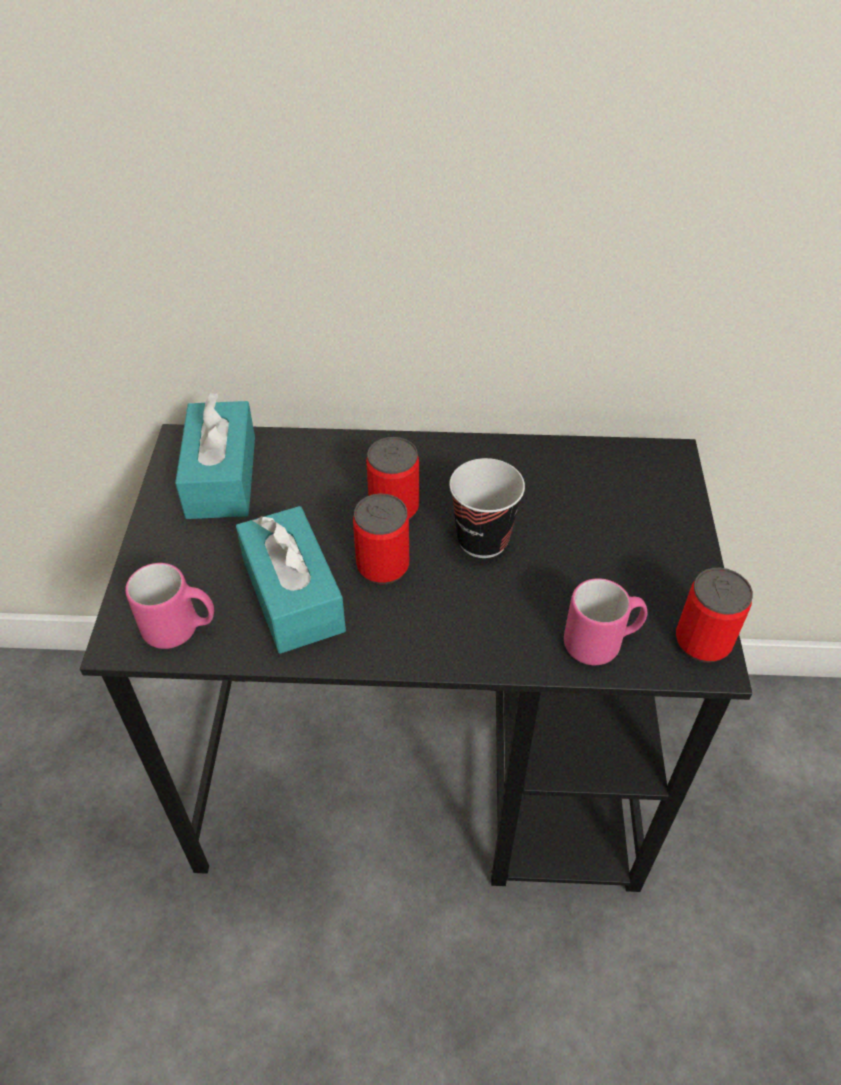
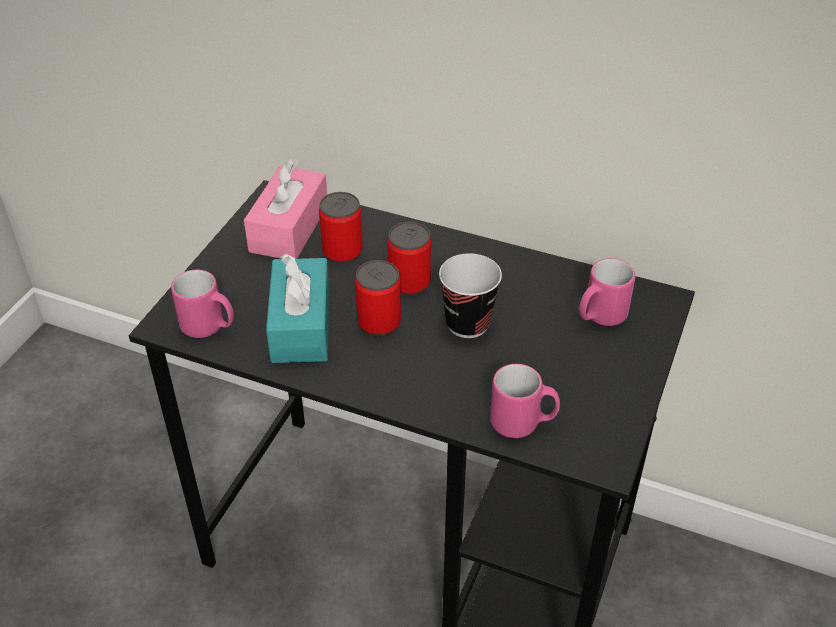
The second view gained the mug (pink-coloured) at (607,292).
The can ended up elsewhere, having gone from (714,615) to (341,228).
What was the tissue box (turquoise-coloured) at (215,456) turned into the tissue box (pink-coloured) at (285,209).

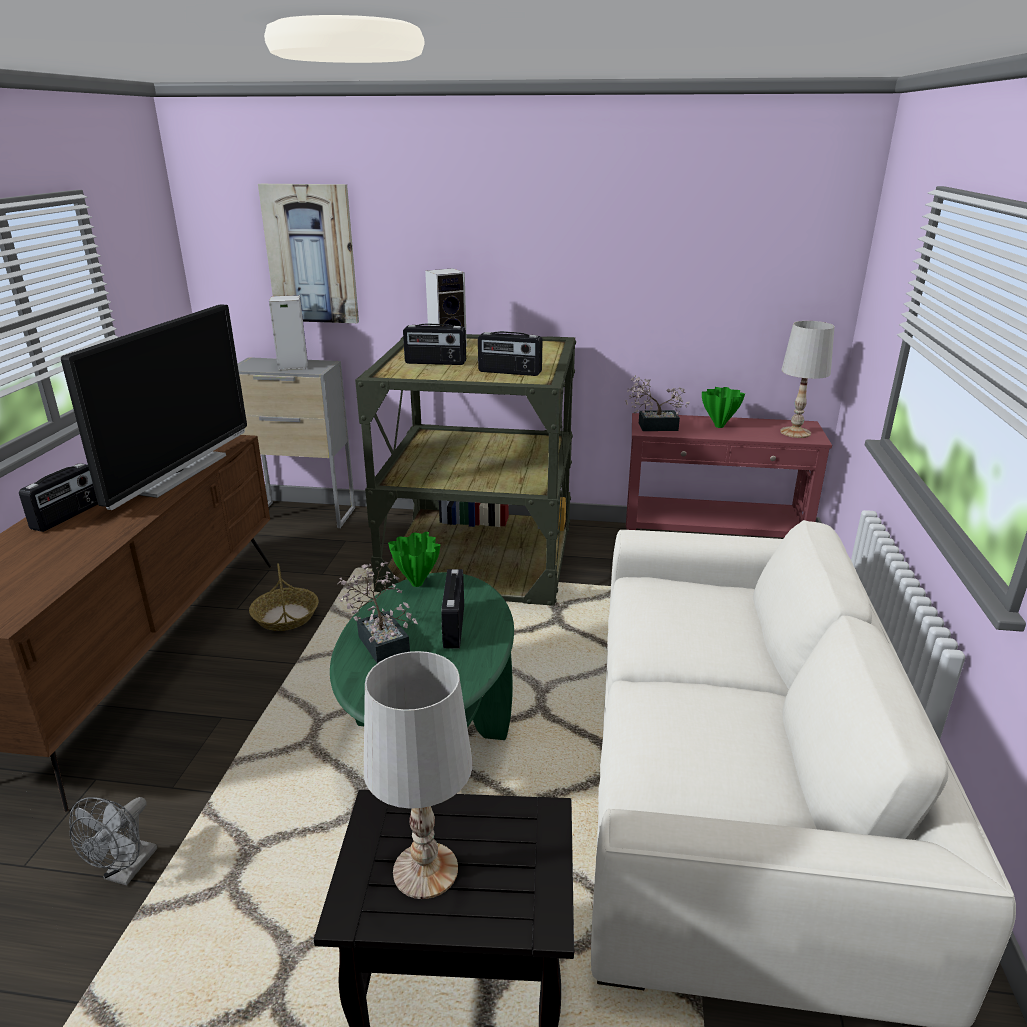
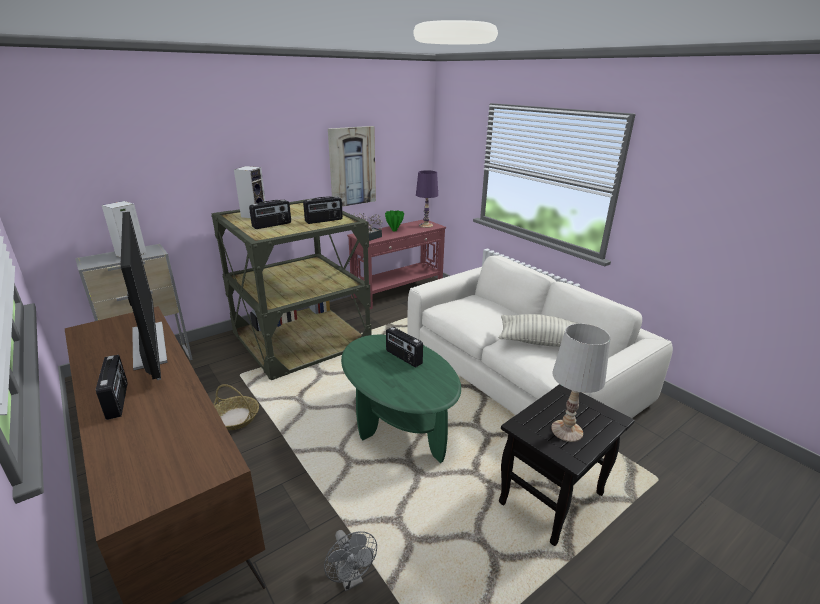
The second view lost the potted plant at (378,612).
The second view lost the vase (green-coloured) at (414,559).
The second view gained the throw pillow at (538,330).
The picture ended up elsewhere, having gone from (308,253) to (352,166).
What was the tabletop lamp (white-coloured) at (807,379) turned into the tabletop lamp (purple) at (427,199).

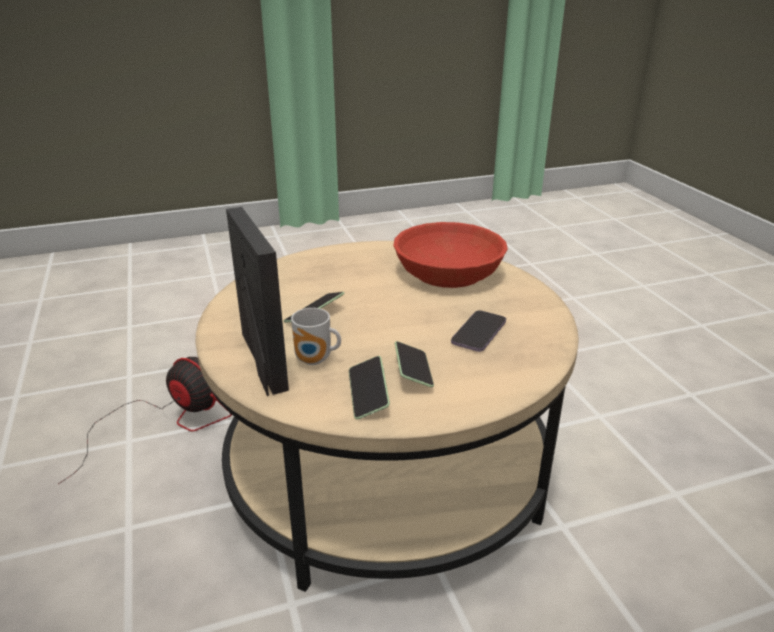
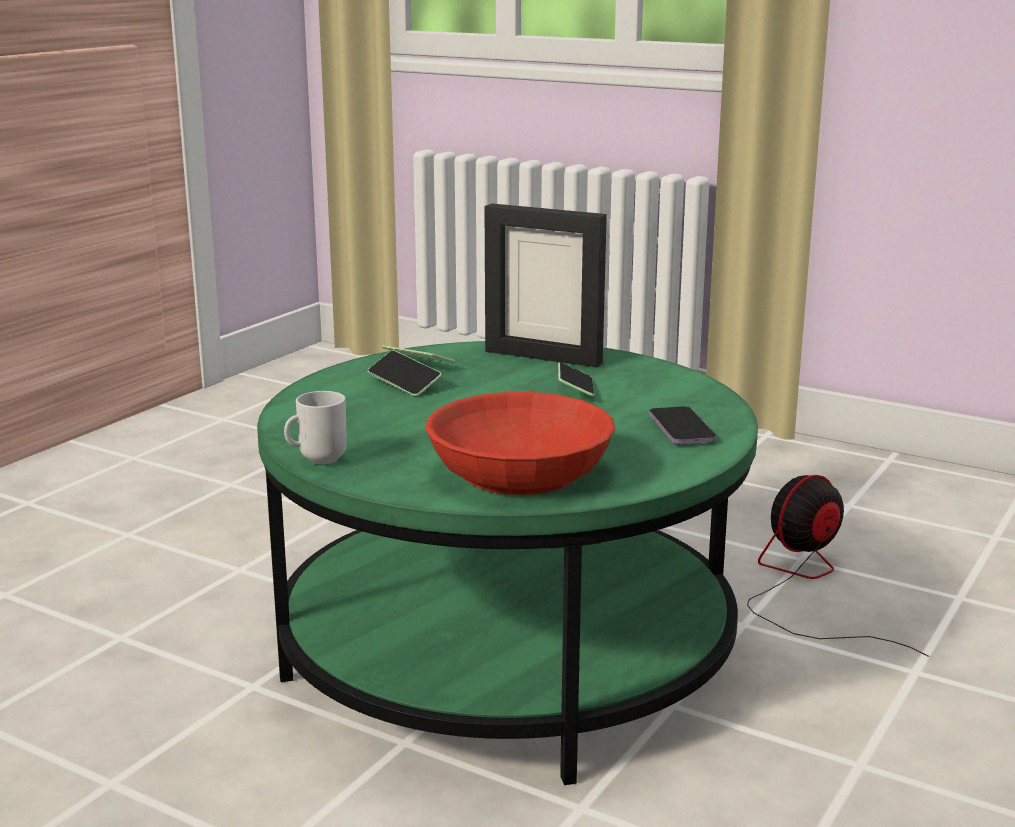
The mug ended up elsewhere, having gone from (316,336) to (315,427).
The phone ended up elsewhere, having gone from (478,331) to (682,425).
What was the coffee table (sand-coloured) at (387,416) turned into the coffee table (green-coloured) at (507,563).
The electric fan at (145,420) ended up facing another way, 150 degrees clockwise from before.

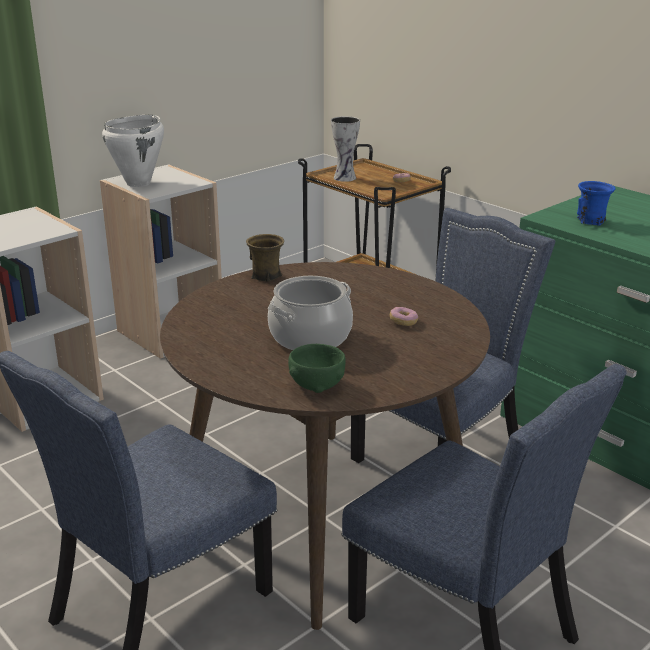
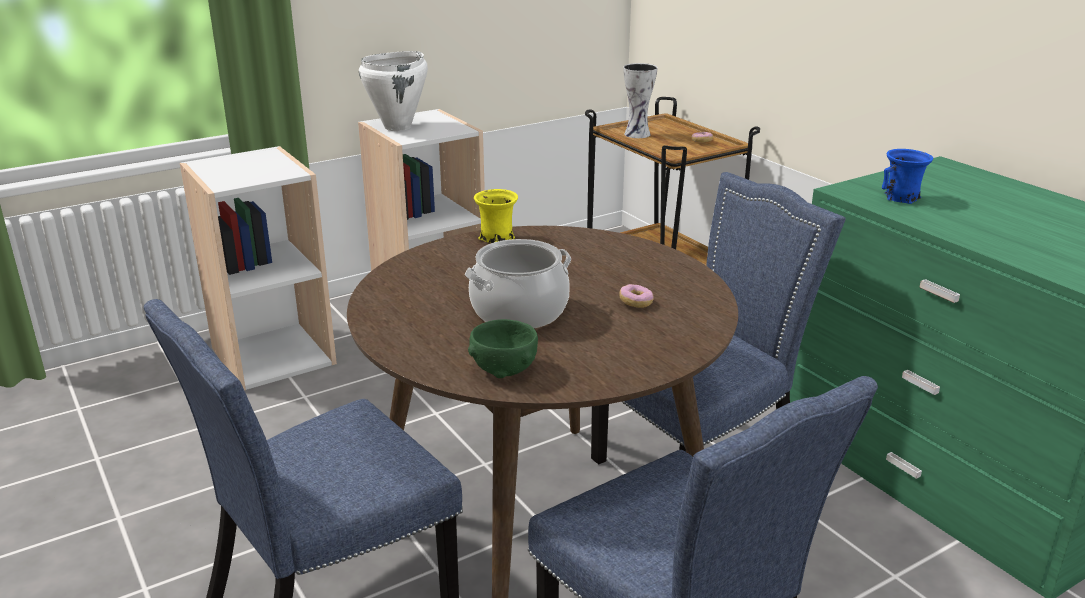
What was the mug (brownish) at (265,258) turned into the mug (yellowish) at (496,216).

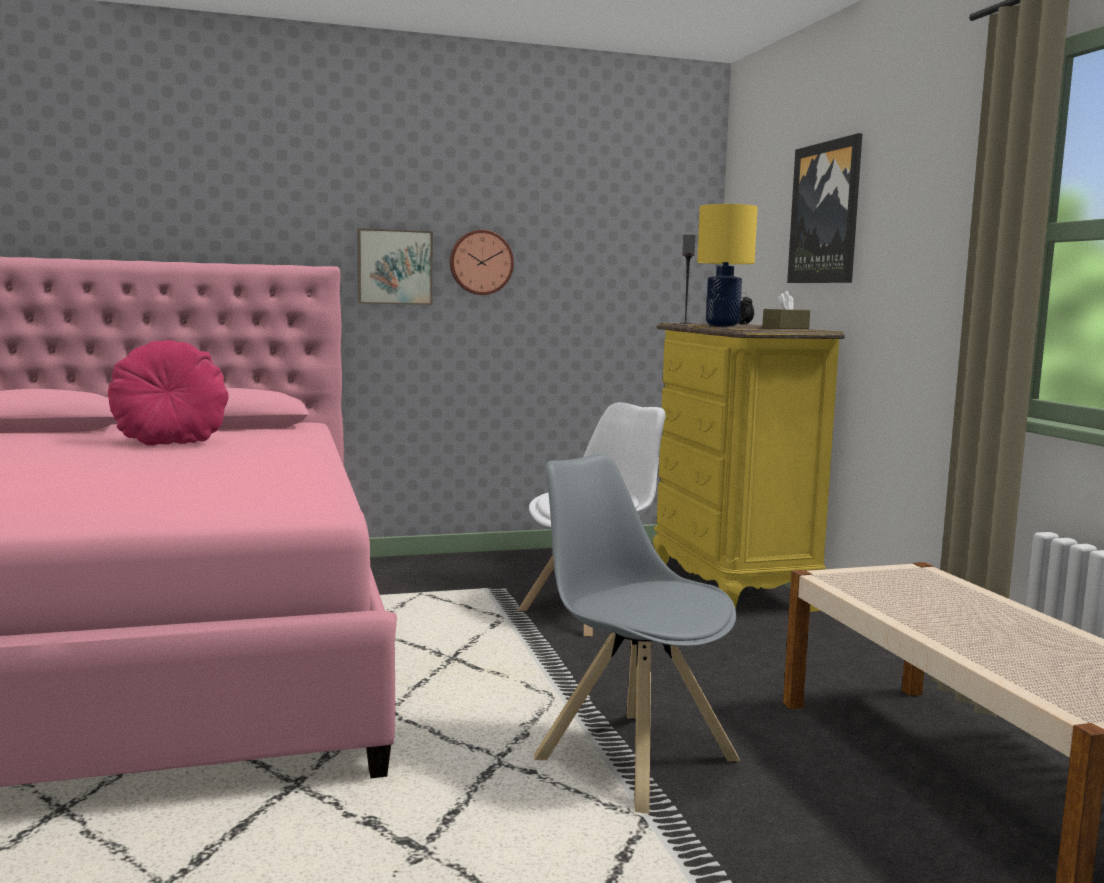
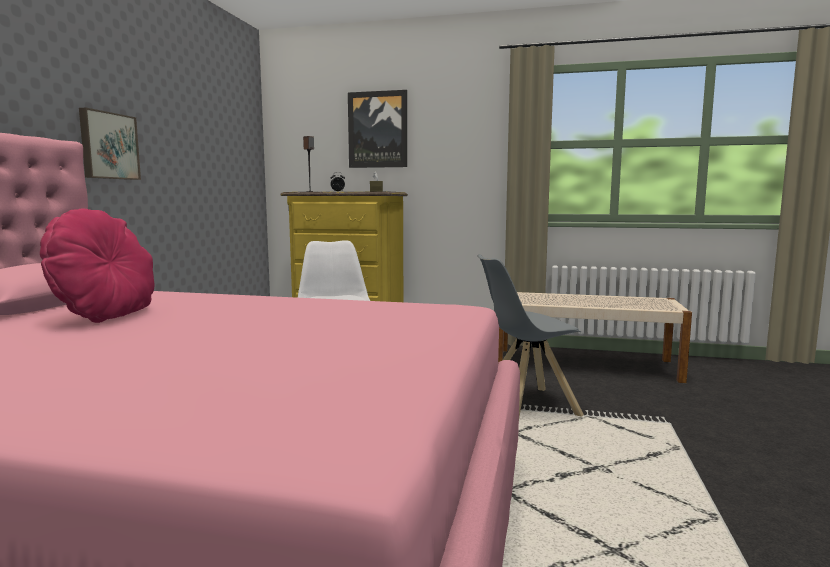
The second view lost the hanging clock at (482,262).
The second view lost the tabletop lamp (yellowish) at (727,265).

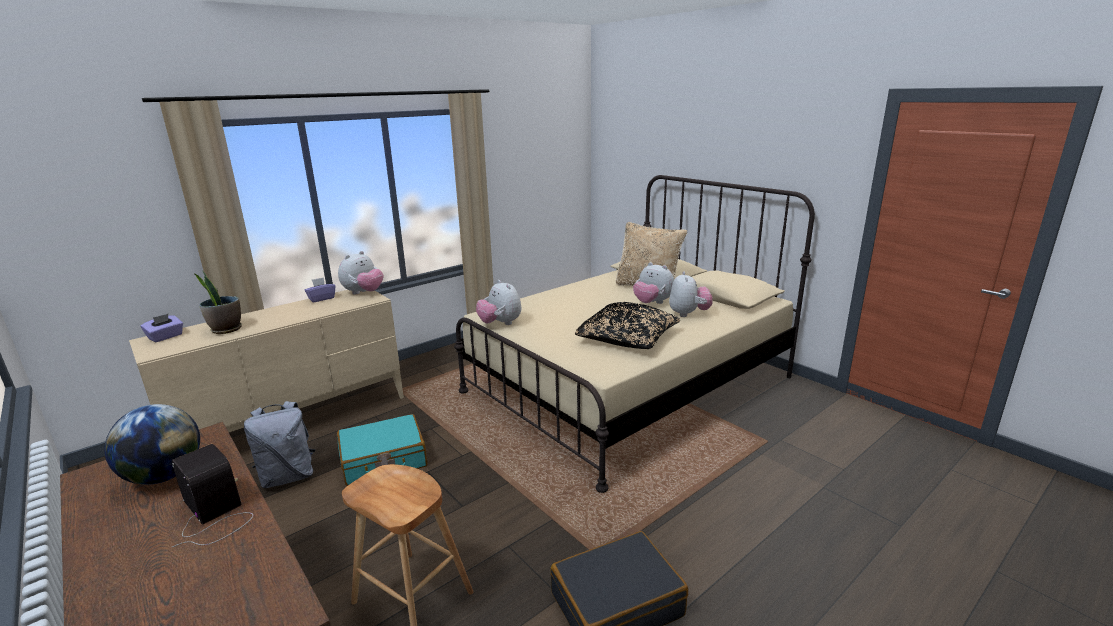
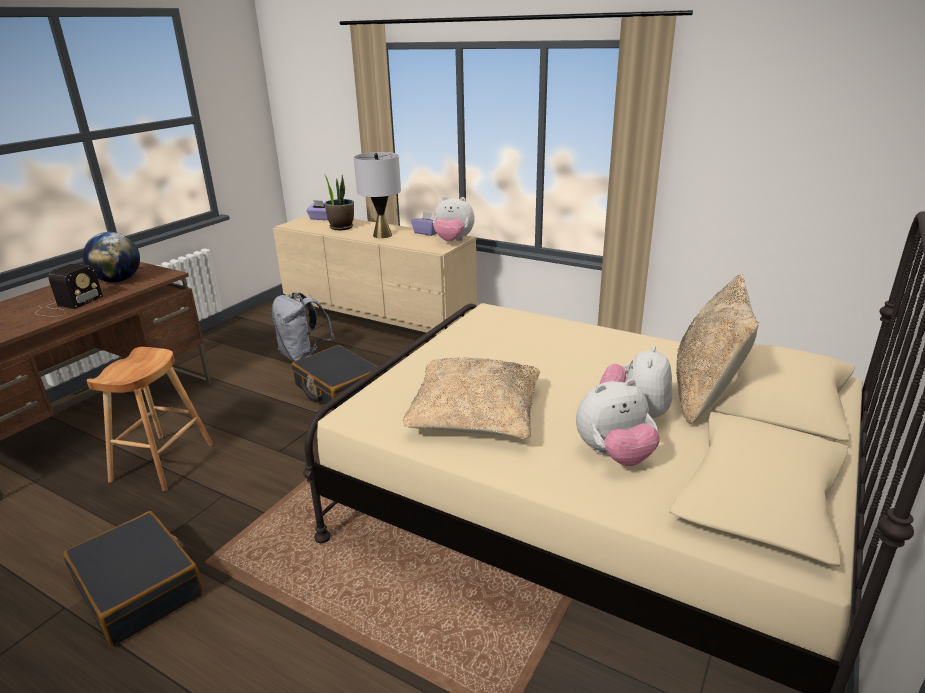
The second view lost the plush toy at (498,302).
The second view gained the tabletop lamp (gray) at (377,195).
What was the suitcase (turquoise-coloured) at (382,450) turned into the suitcase (blackish) at (337,378).
What was the throw pillow (blackish) at (628,325) turned into the throw pillow (sand-coloured) at (471,398).

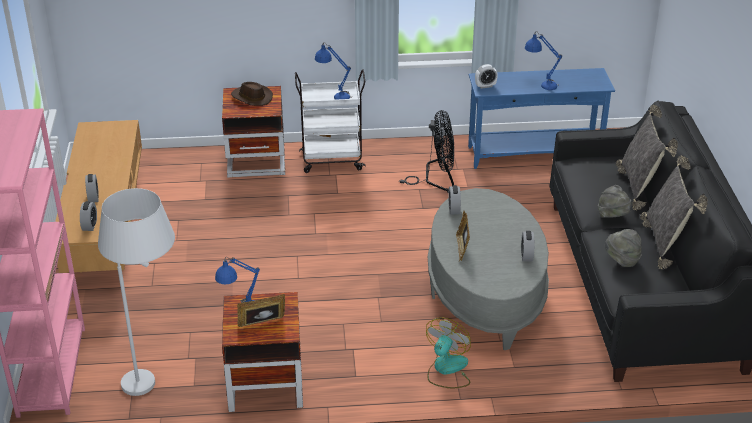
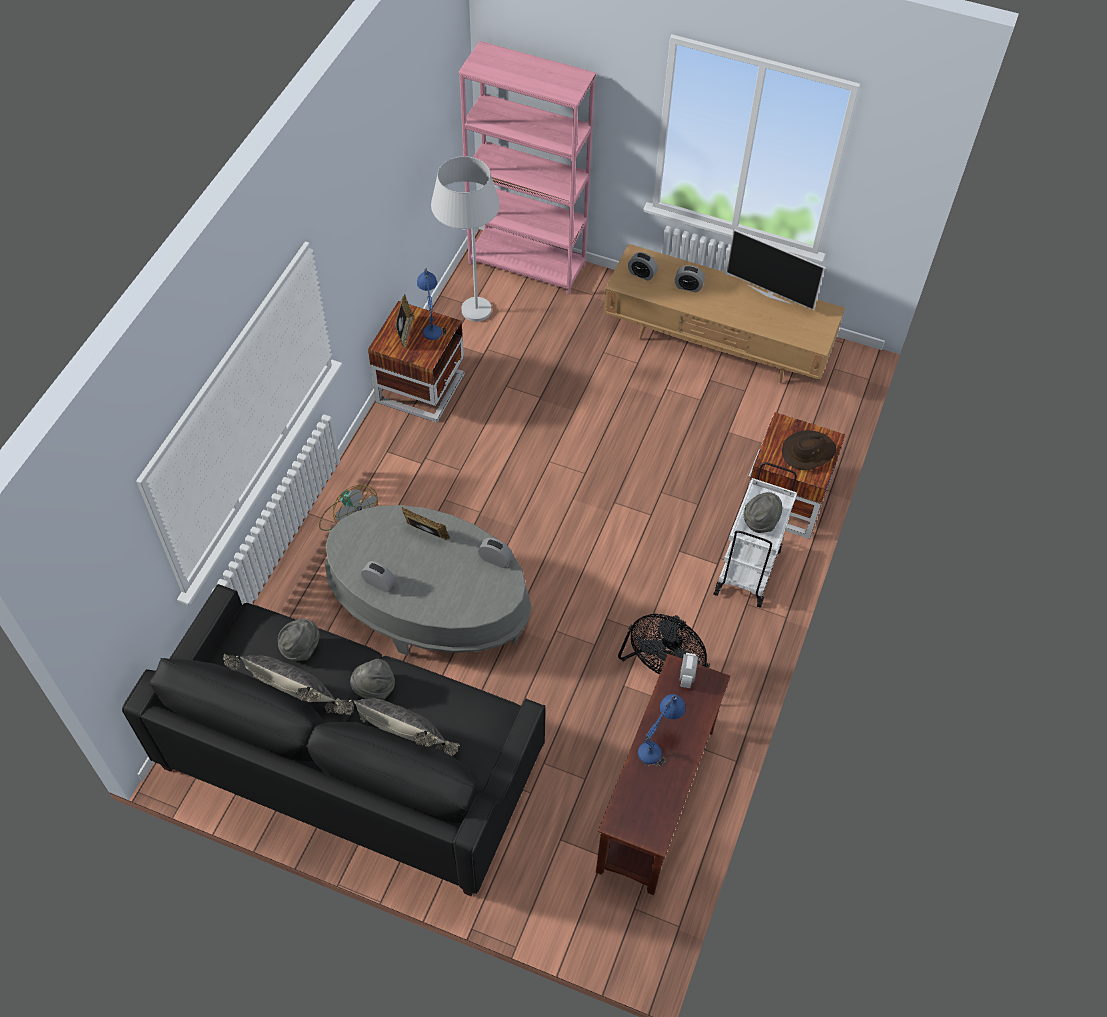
The second view gained the TV at (775,269).
Where the tabletop lamp (bluish) stood at (333,71), the hat (gray) came to stand at (763,512).
What was the console table (bluish) at (541,118) turned into the console table (brownish) at (663,774).

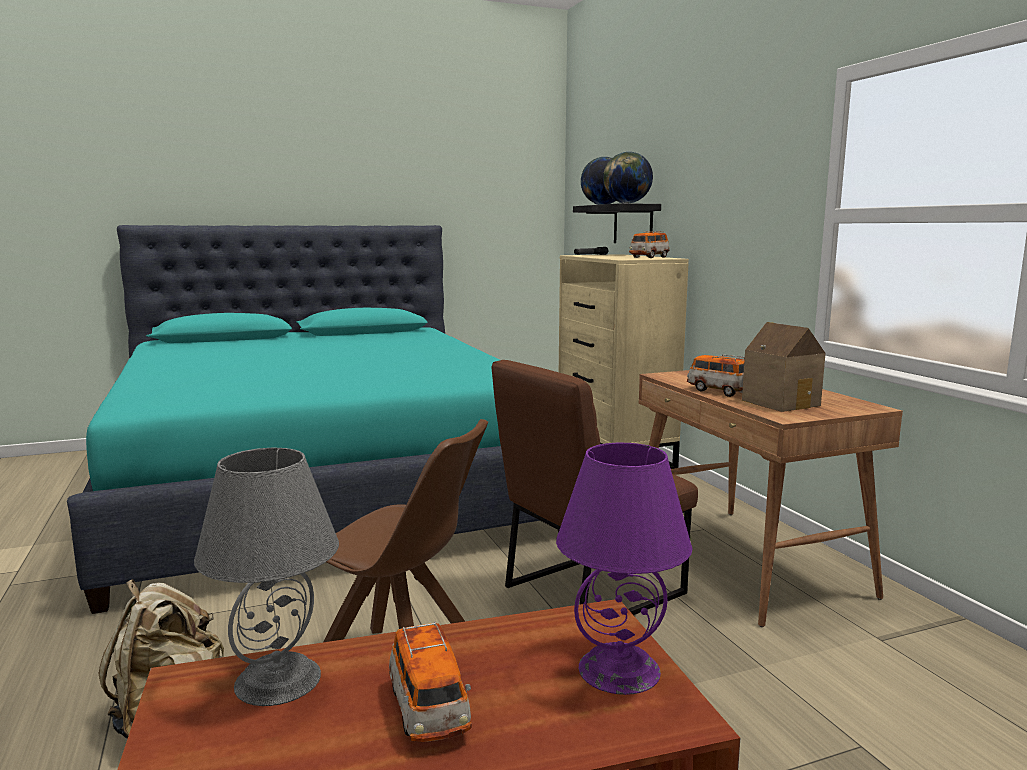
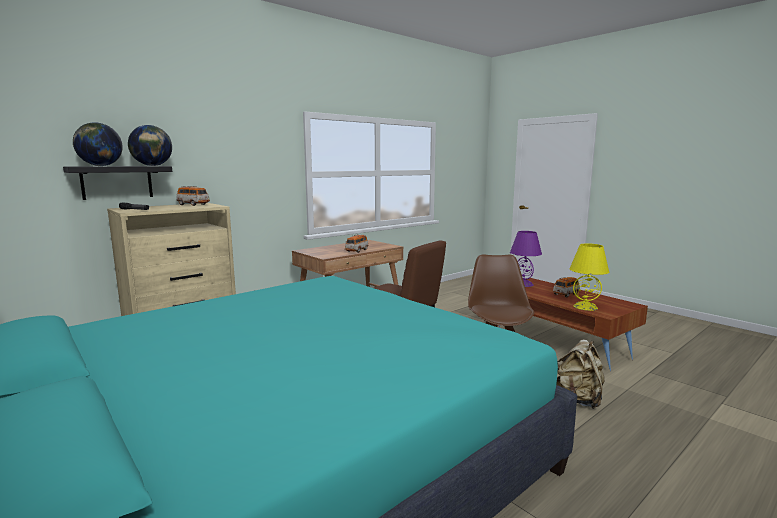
The second view lost the model house at (784,367).
What was the tabletop lamp (gray) at (266,577) turned into the tabletop lamp (yellowish) at (589,277).

